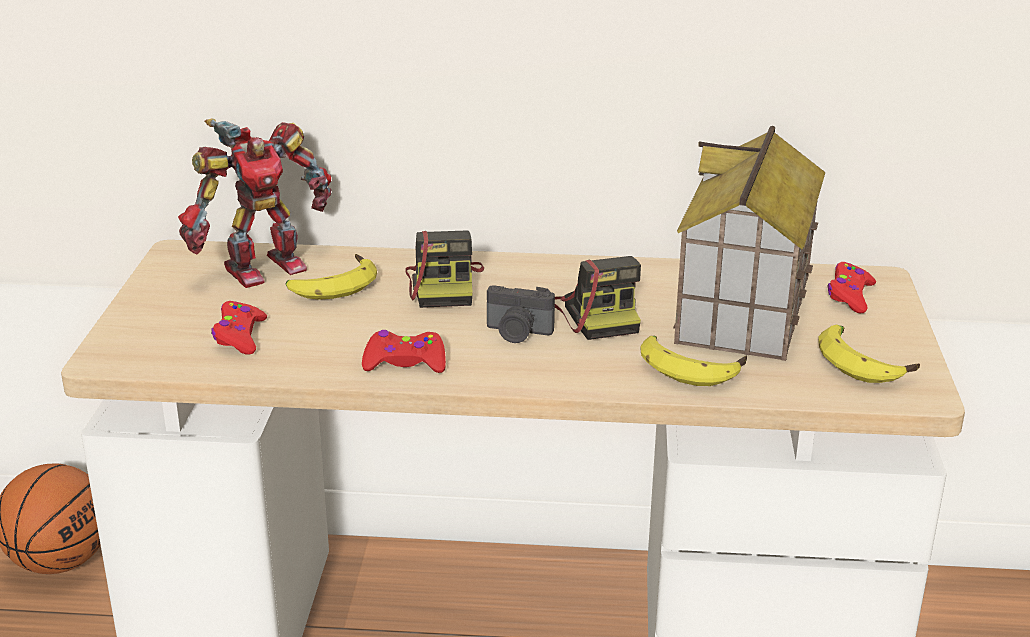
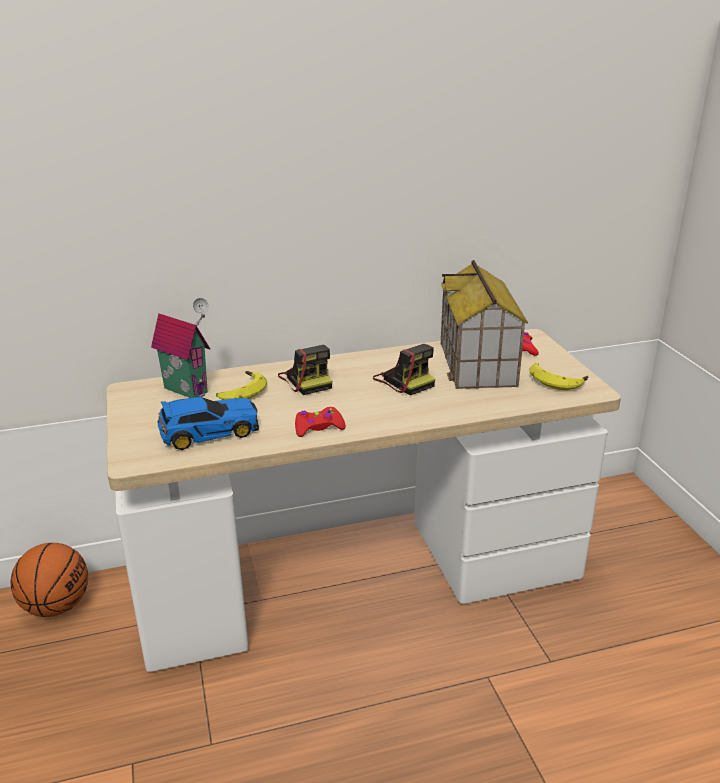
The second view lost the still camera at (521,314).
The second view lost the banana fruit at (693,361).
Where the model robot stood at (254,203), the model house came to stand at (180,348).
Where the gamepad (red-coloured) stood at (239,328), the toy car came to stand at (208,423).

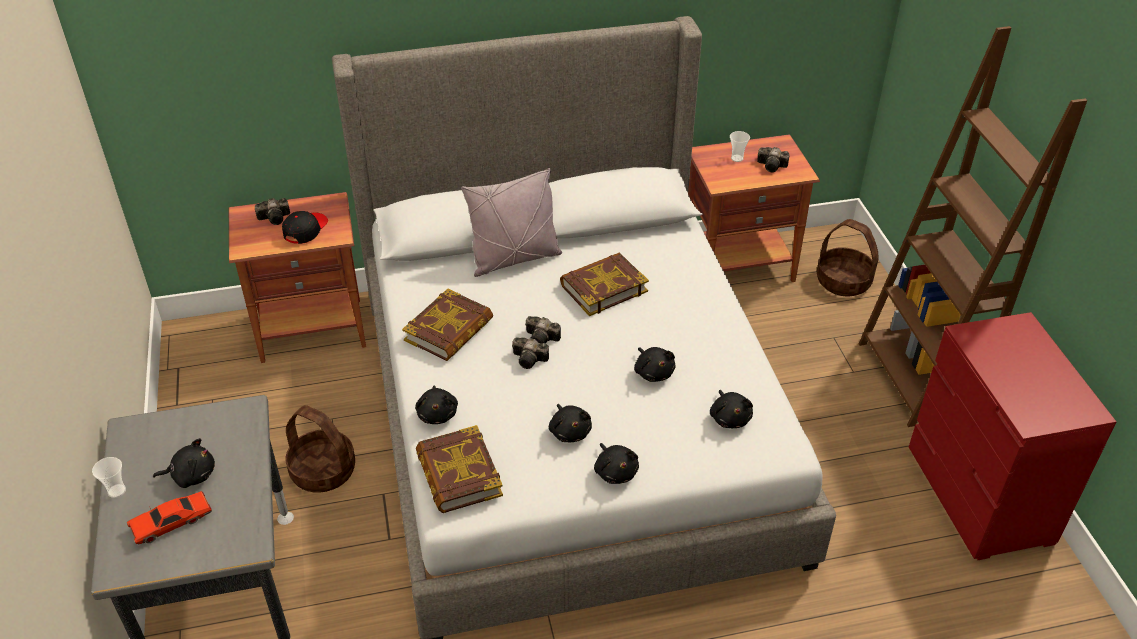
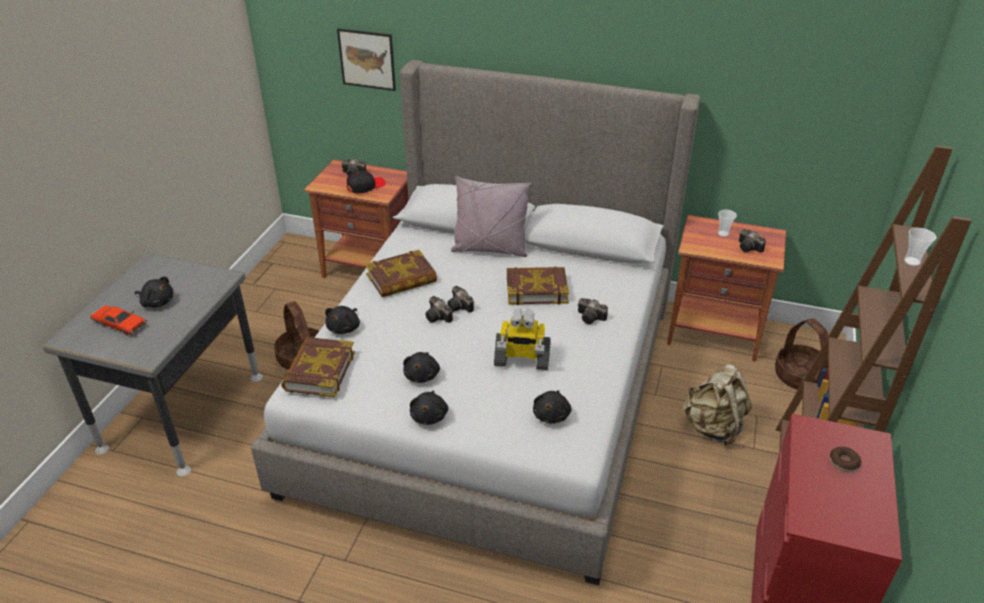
The second view gained the picture at (366,59).
The second view gained the still camera at (593,311).
The second view gained the knapsack (sand-coloured) at (716,405).
The second view gained the donut at (845,459).
The cup ended up elsewhere, having gone from (109,477) to (920,247).
Where the plush toy (blackish) stood at (654,364), the model robot came to stand at (522,339).
The toy car (red-coloured) at (169,517) ended up facing another way, 150 degrees counterclockwise from before.

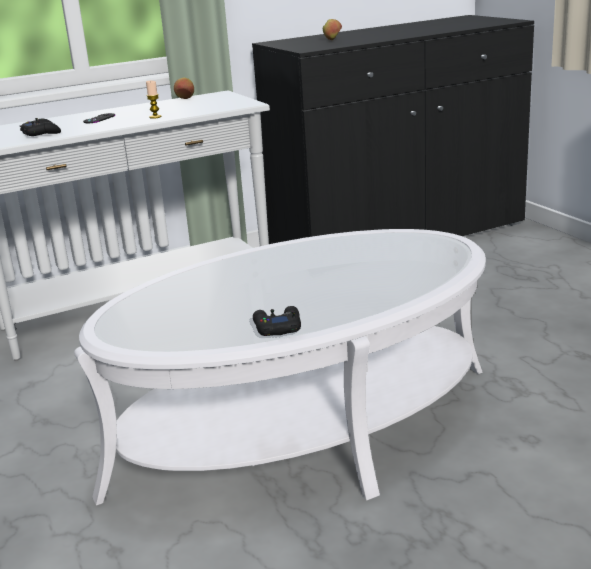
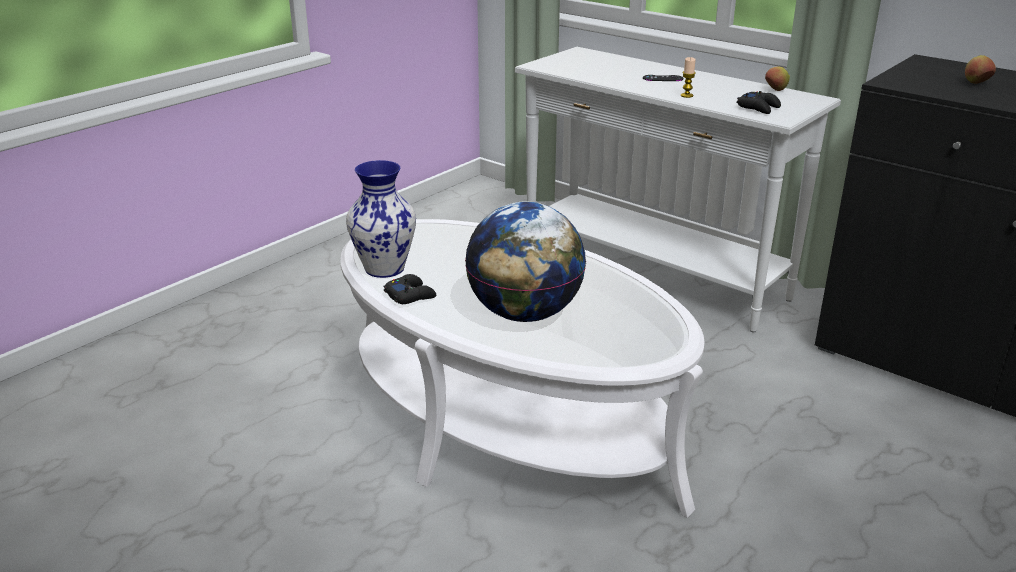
The second view gained the vase at (381,219).
The second view gained the world globe at (525,262).
The gamepad (blackish) ended up elsewhere, having gone from (40,127) to (759,102).

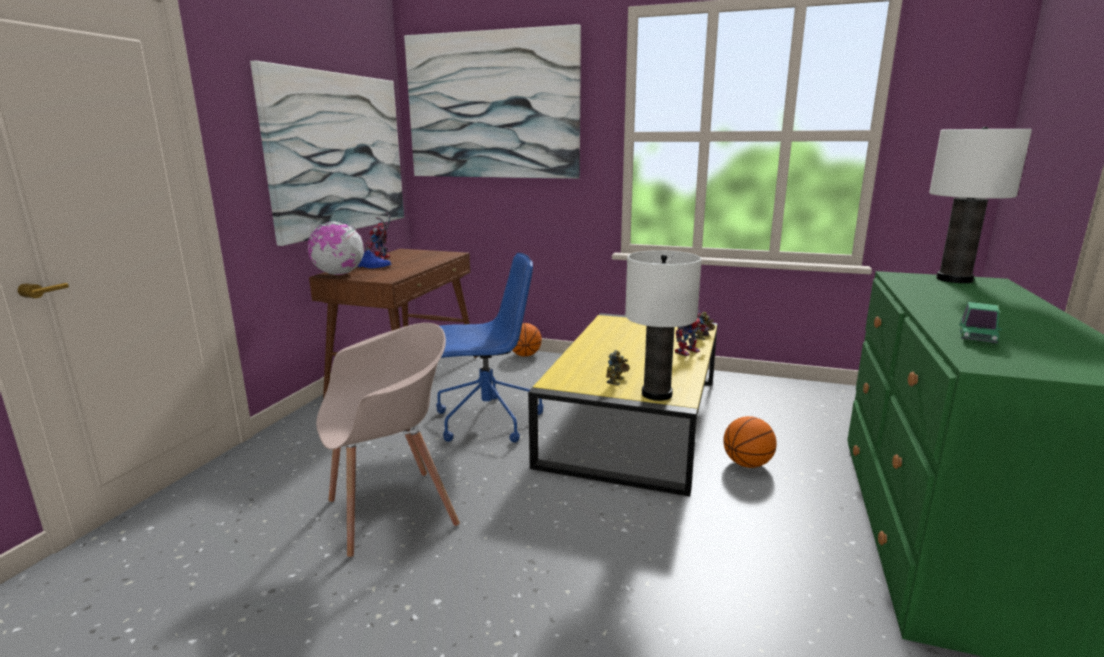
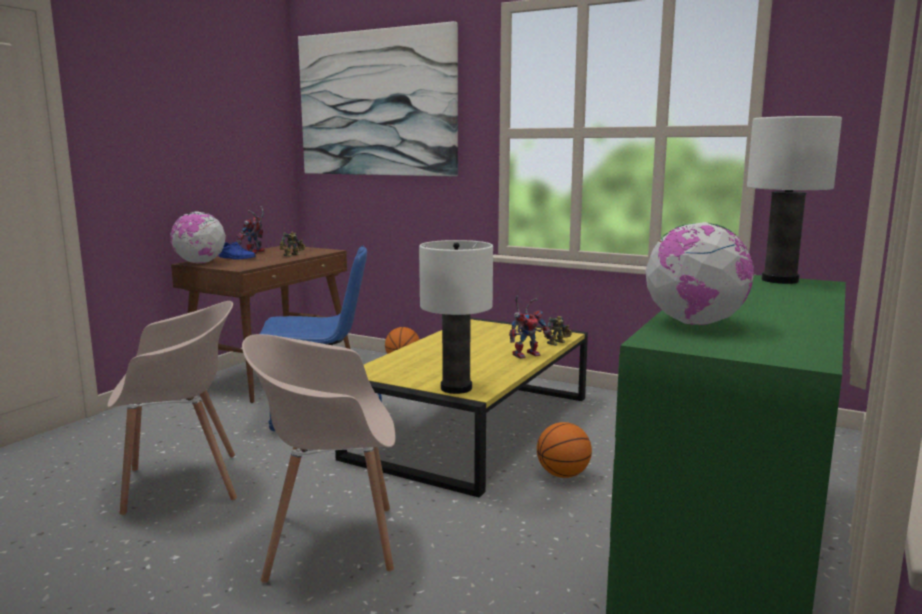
The second view lost the picture at (327,153).
The second view gained the plain chair (sand-coloured) at (319,458).
The model robot ended up elsewhere, having gone from (618,367) to (292,244).
Where the toy car stood at (980,322), the world globe came to stand at (699,273).

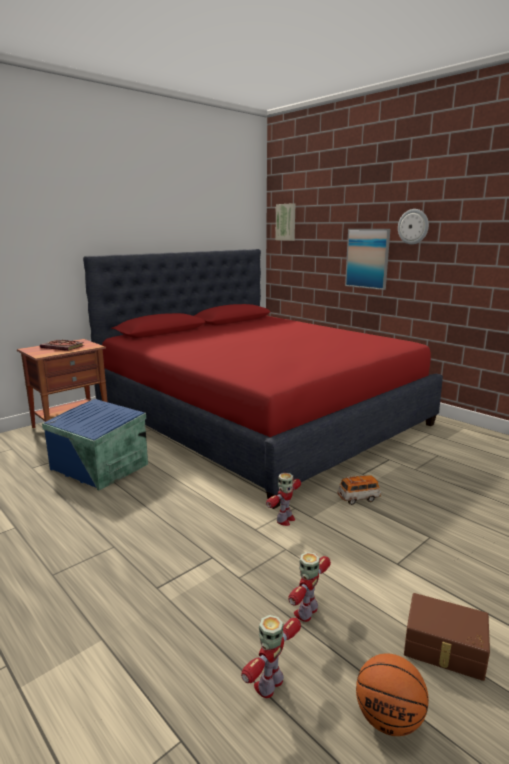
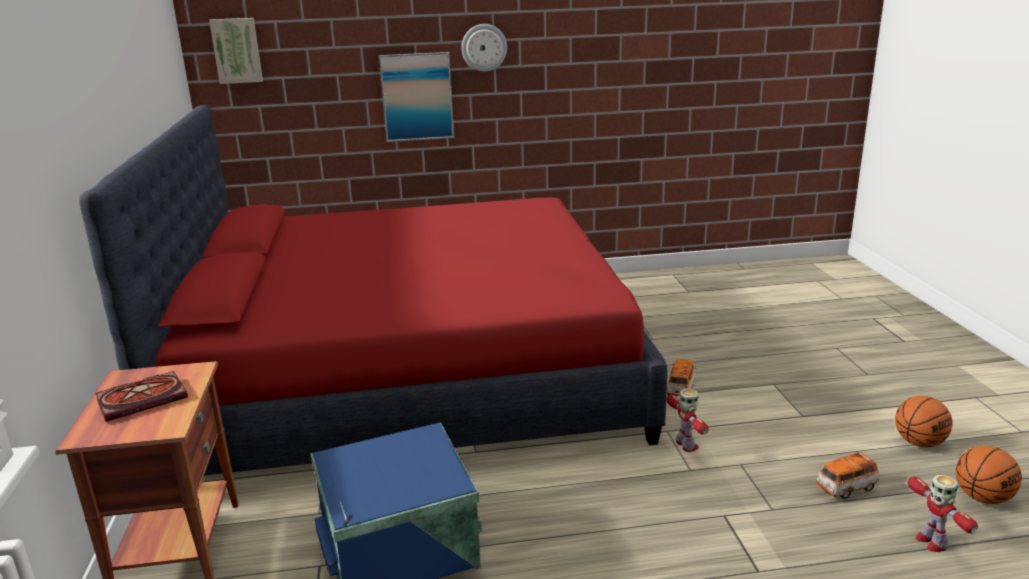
Where the model robot stood at (309,587), the toy car came to stand at (847,475).
Where the storage container (brownish) stood at (447,637), the ball for basketball came to stand at (924,421).

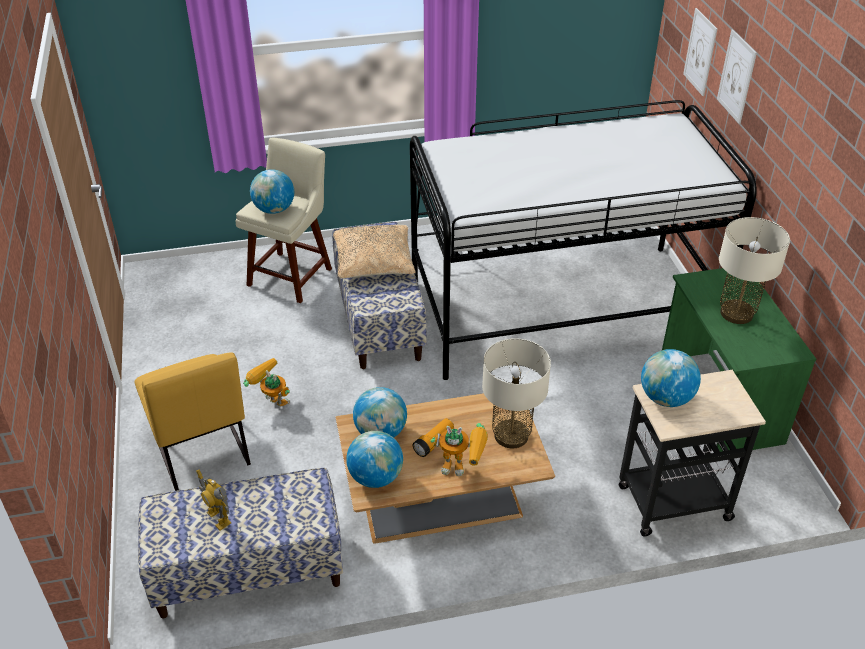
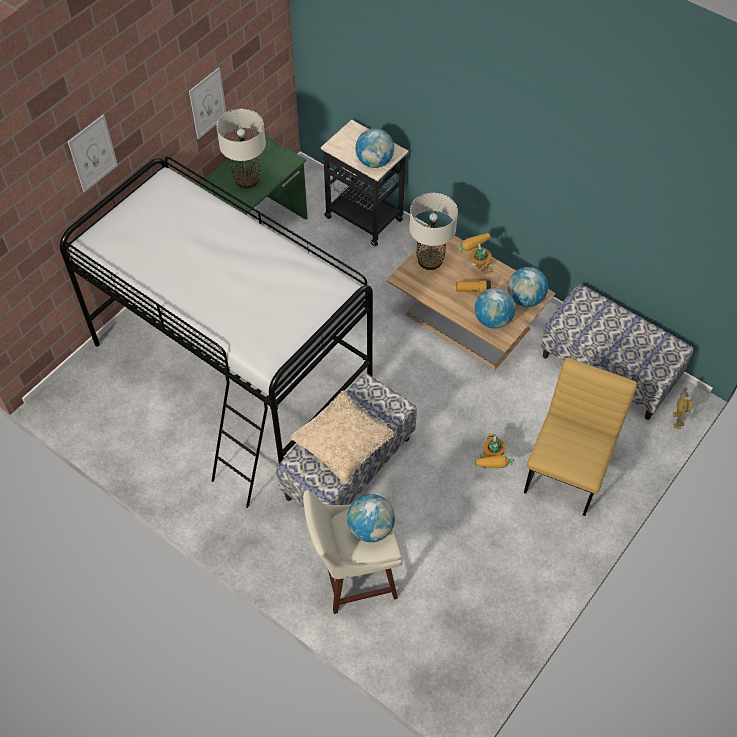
The model robot ended up elsewhere, having gone from (213,500) to (682,408).
The picture ended up elsewhere, having gone from (700,52) to (207,103).

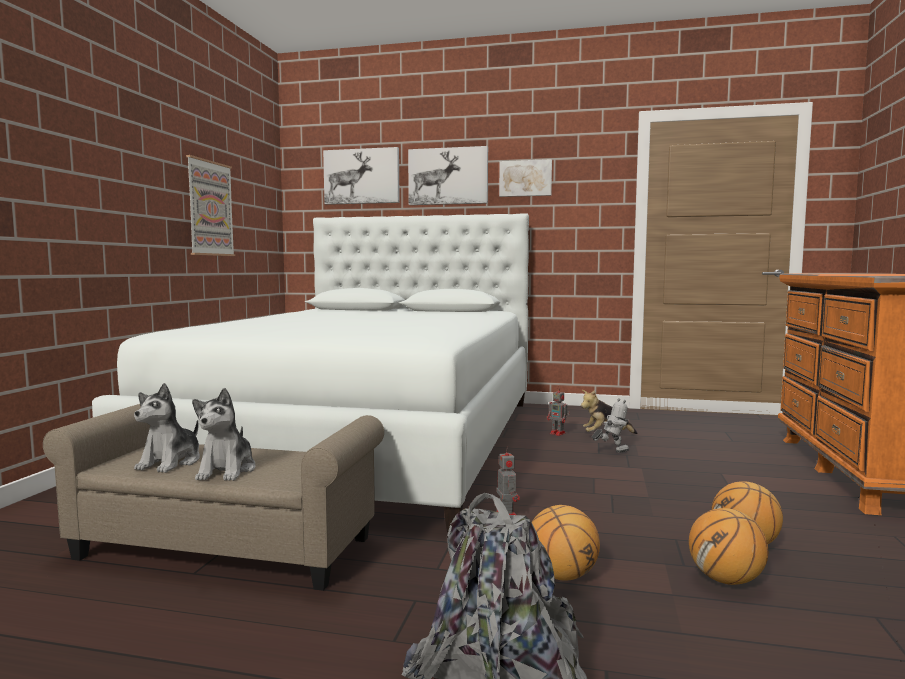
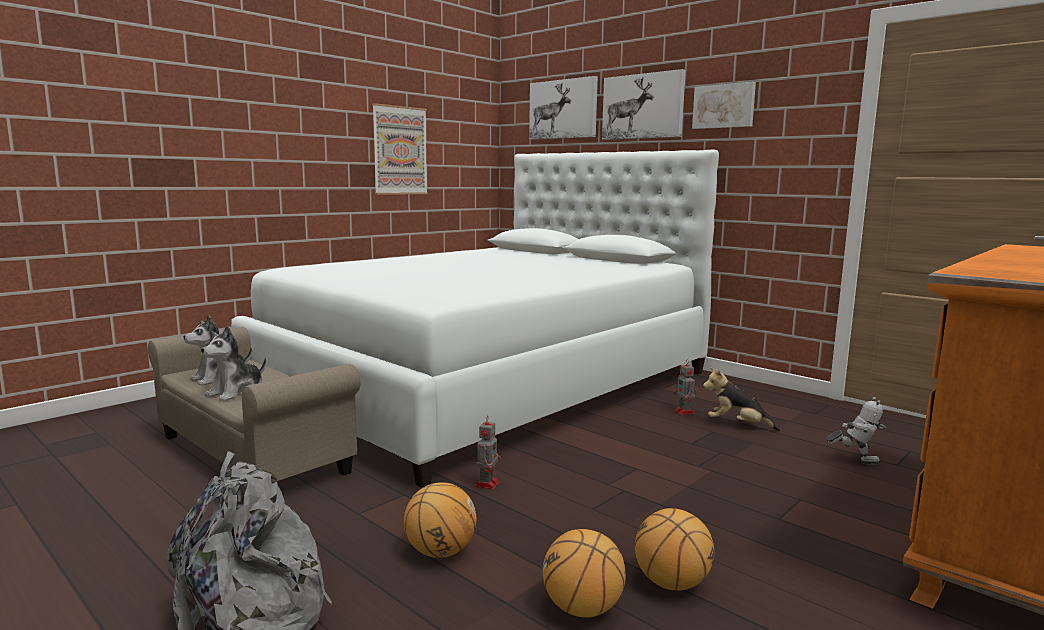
The model robot ended up elsewhere, having gone from (610,425) to (856,430).

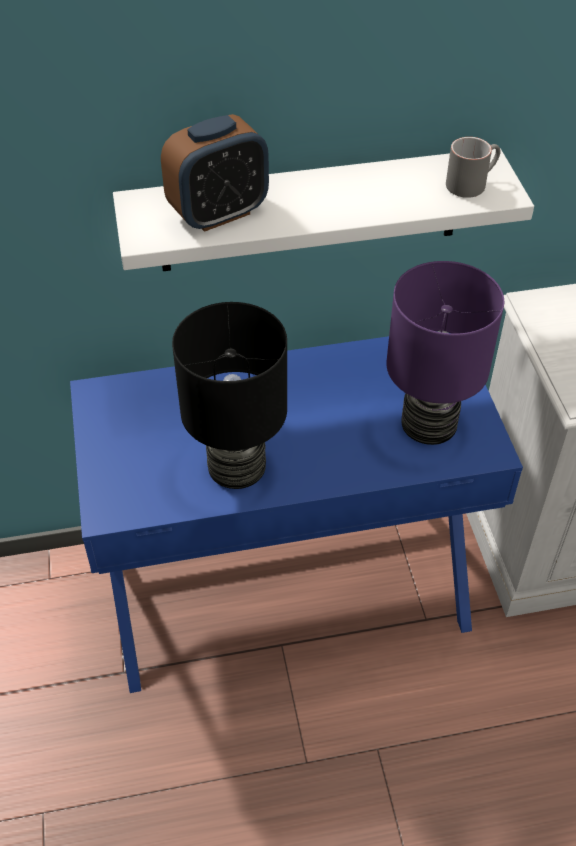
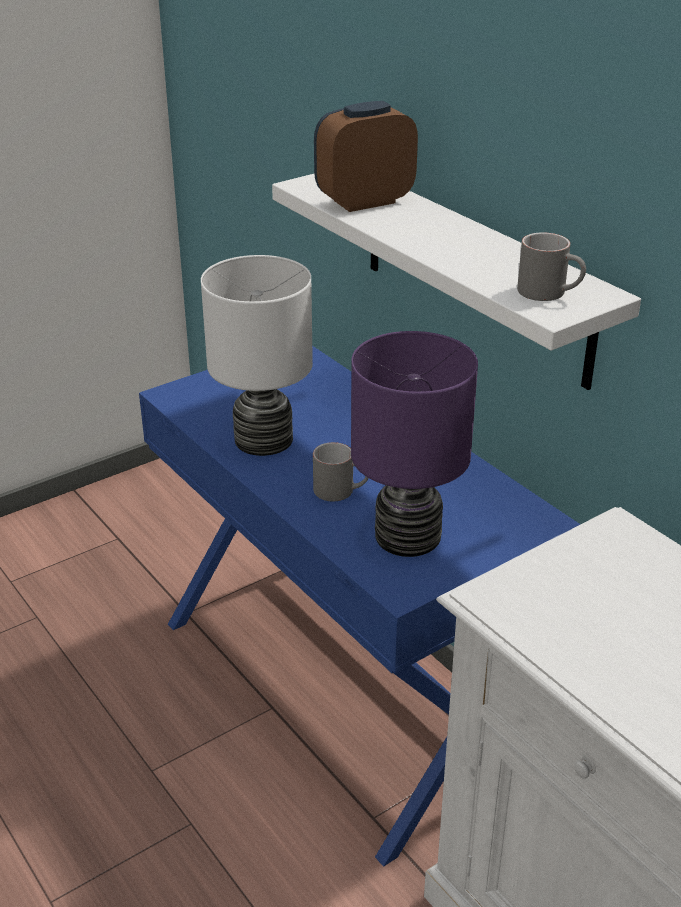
The second view gained the mug (gray) at (341,471).
What was the tabletop lamp (blackish) at (229,395) turned into the tabletop lamp (white-coloured) at (257,355).
The bedside clock at (215,173) ended up facing another way, 120 degrees clockwise from before.

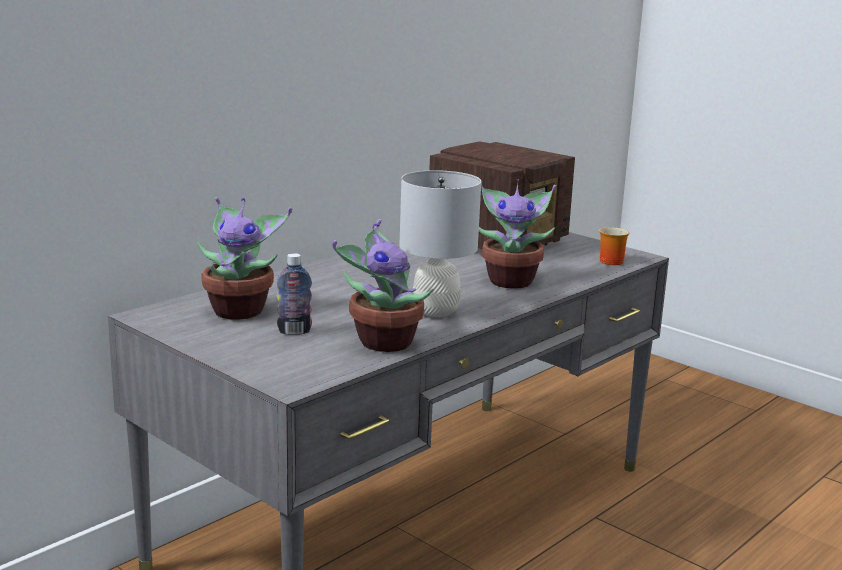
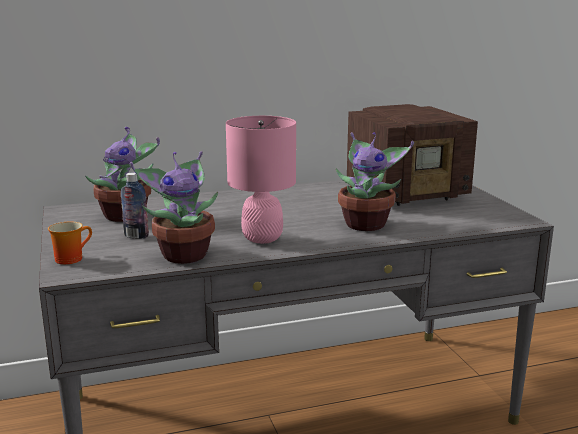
The mug ended up elsewhere, having gone from (614,246) to (70,243).
What was the tabletop lamp (gray) at (440,243) turned into the tabletop lamp (pink-coloured) at (261,180).

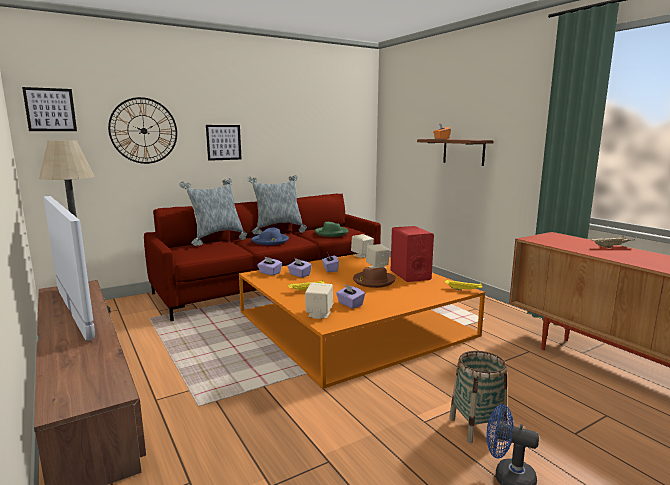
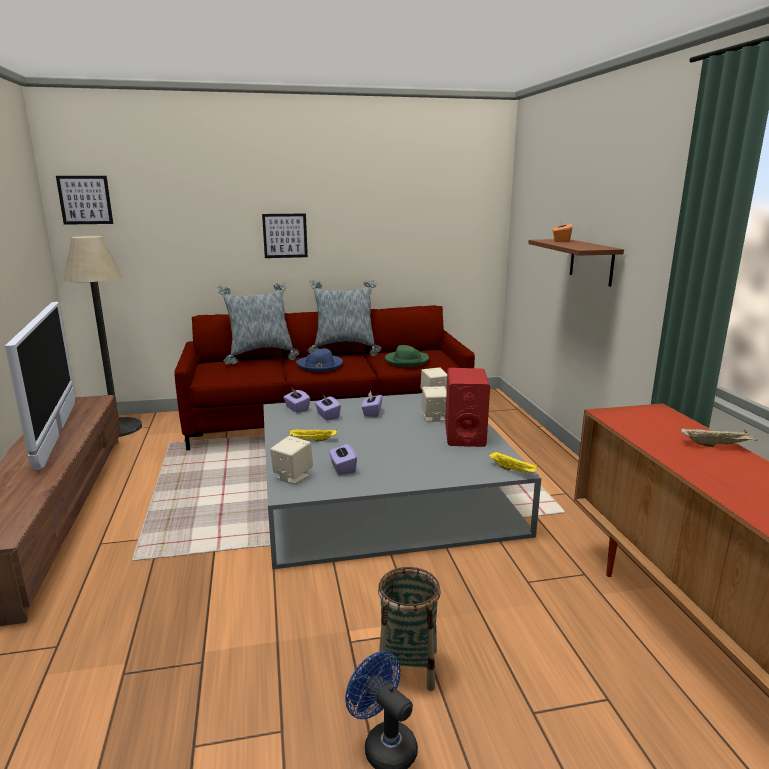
The second view lost the hanging clock at (142,130).
The second view lost the hat (brownish) at (374,277).
What was the coffee table (orangey) at (362,321) turned into the coffee table (gray) at (402,481).

